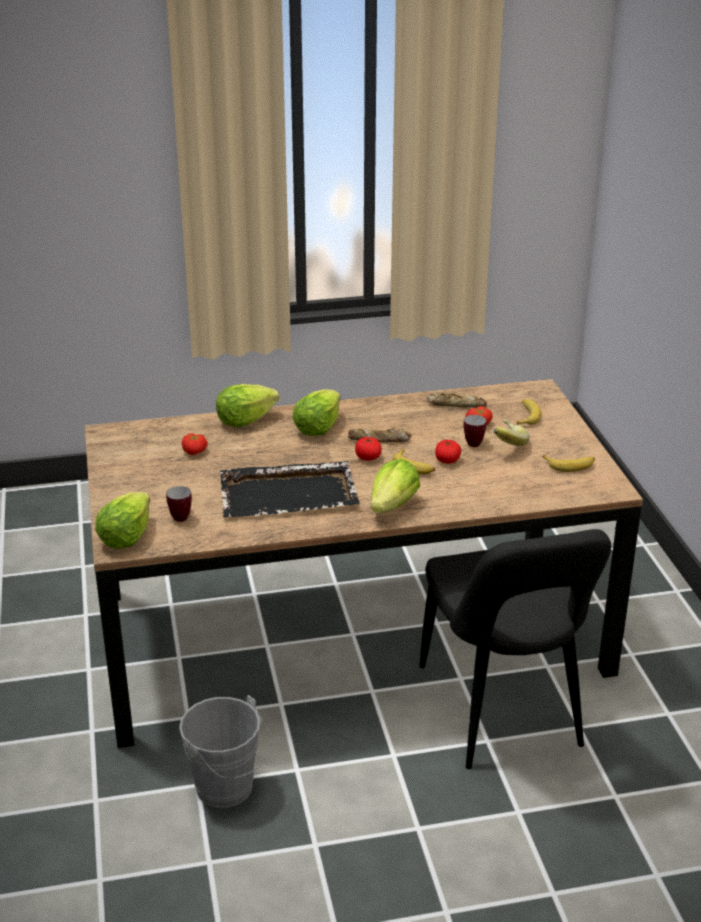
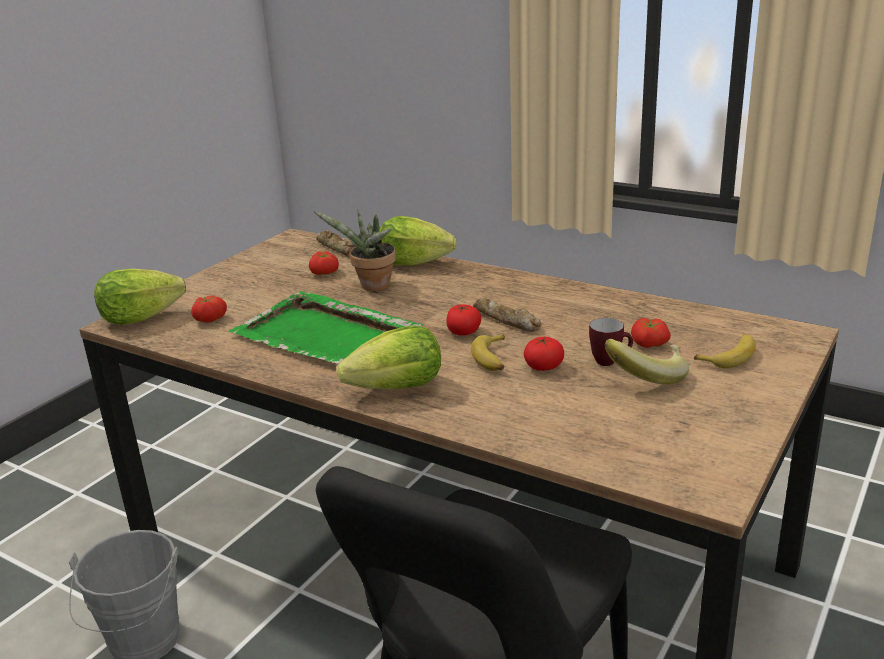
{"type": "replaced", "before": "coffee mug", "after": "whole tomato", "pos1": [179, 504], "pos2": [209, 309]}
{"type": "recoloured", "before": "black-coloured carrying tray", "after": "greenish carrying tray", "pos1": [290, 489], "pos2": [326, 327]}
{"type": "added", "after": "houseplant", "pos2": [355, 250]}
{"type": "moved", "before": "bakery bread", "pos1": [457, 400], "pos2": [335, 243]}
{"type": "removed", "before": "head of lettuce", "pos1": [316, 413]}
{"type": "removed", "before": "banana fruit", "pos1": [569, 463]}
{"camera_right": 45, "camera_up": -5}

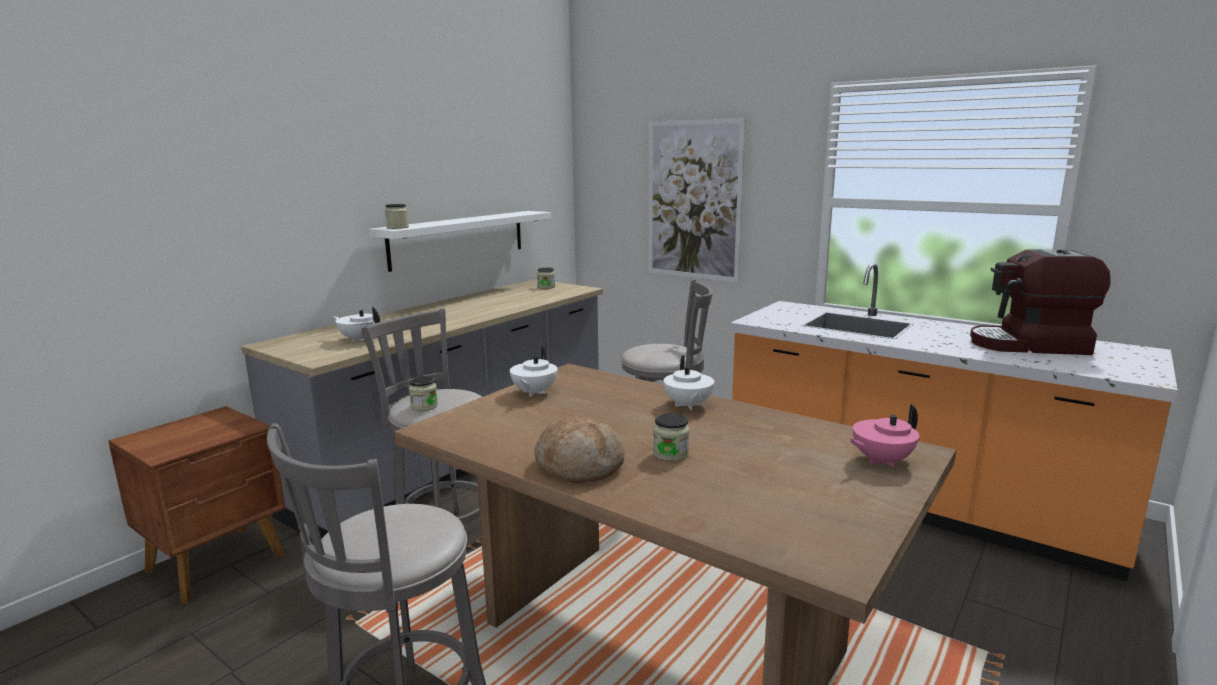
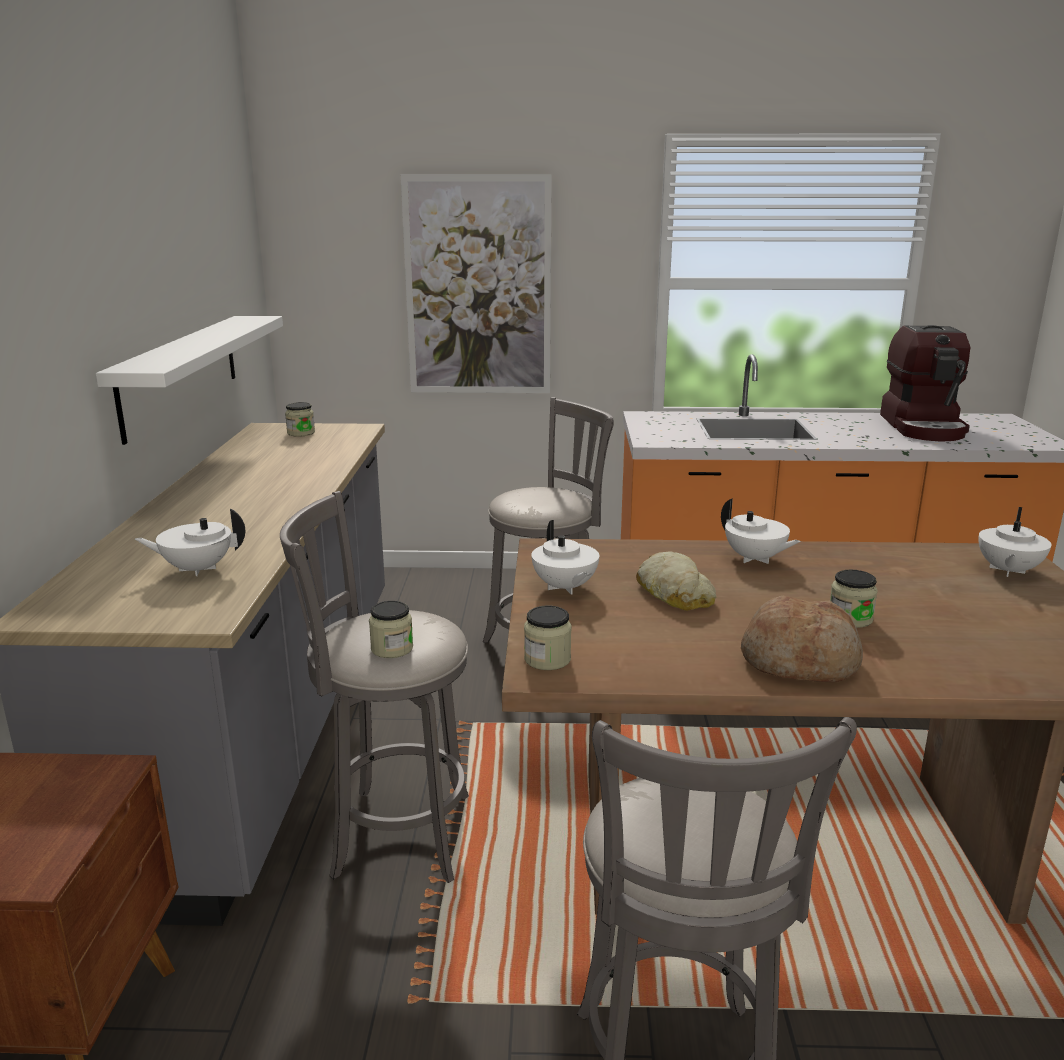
{"type": "moved", "before": "jar", "pos1": [397, 216], "pos2": [548, 638]}
{"type": "added", "after": "bakery bread", "pos2": [676, 581]}
{"type": "turned", "before": "coffee maker", "pos1": [1040, 302], "pos2": [925, 383], "turn": -60}
{"type": "recoloured", "before": "pink-coloured tea pot", "after": "white tea pot", "pos1": [884, 435], "pos2": [1014, 542]}
{"camera_right": -35, "camera_up": 5}

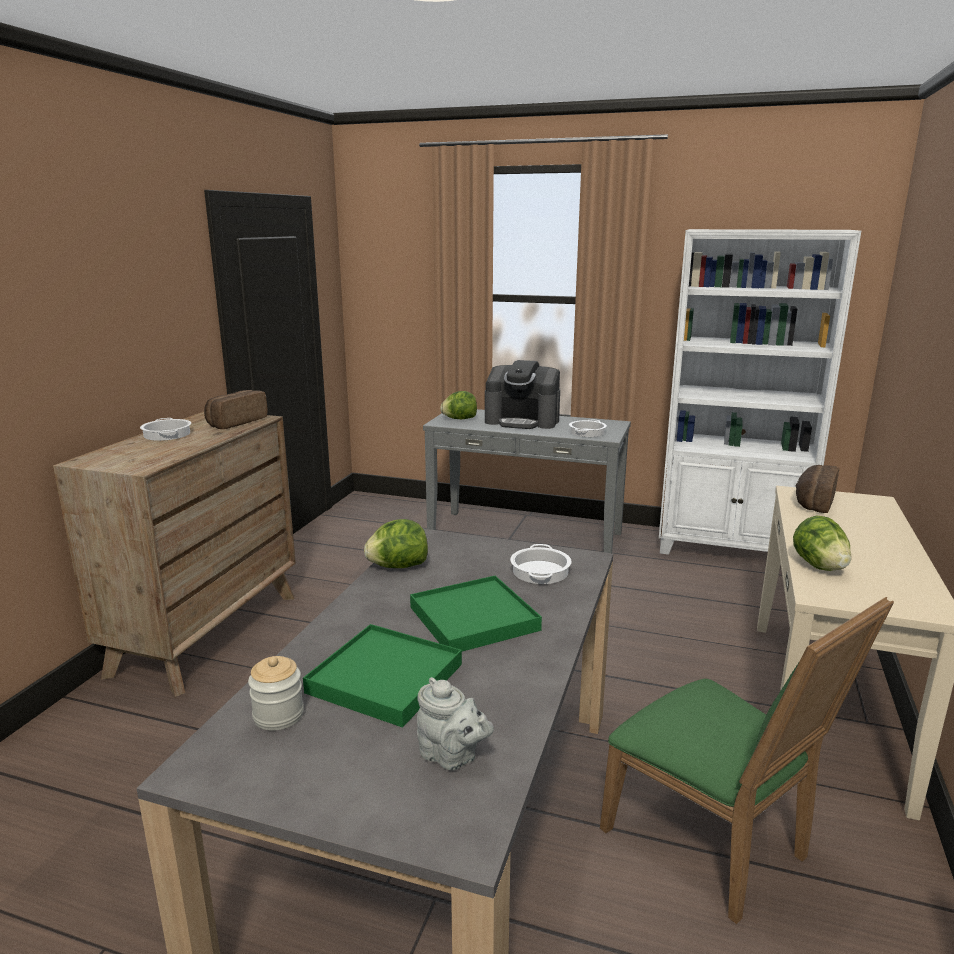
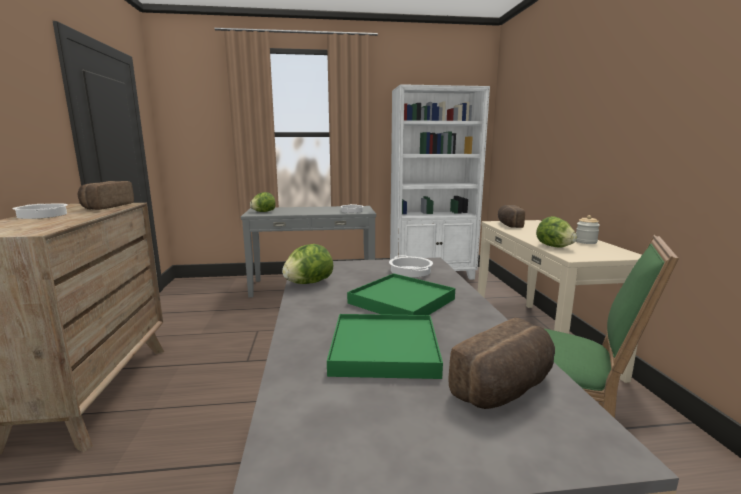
{"type": "replaced", "before": "grey tea pot", "after": "bakery bread", "pos1": [455, 724], "pos2": [502, 363]}
{"type": "moved", "before": "jar", "pos1": [276, 693], "pos2": [588, 229]}
{"type": "removed", "before": "coffee maker", "pos1": [522, 394]}
{"camera_right": -25, "camera_up": -5}

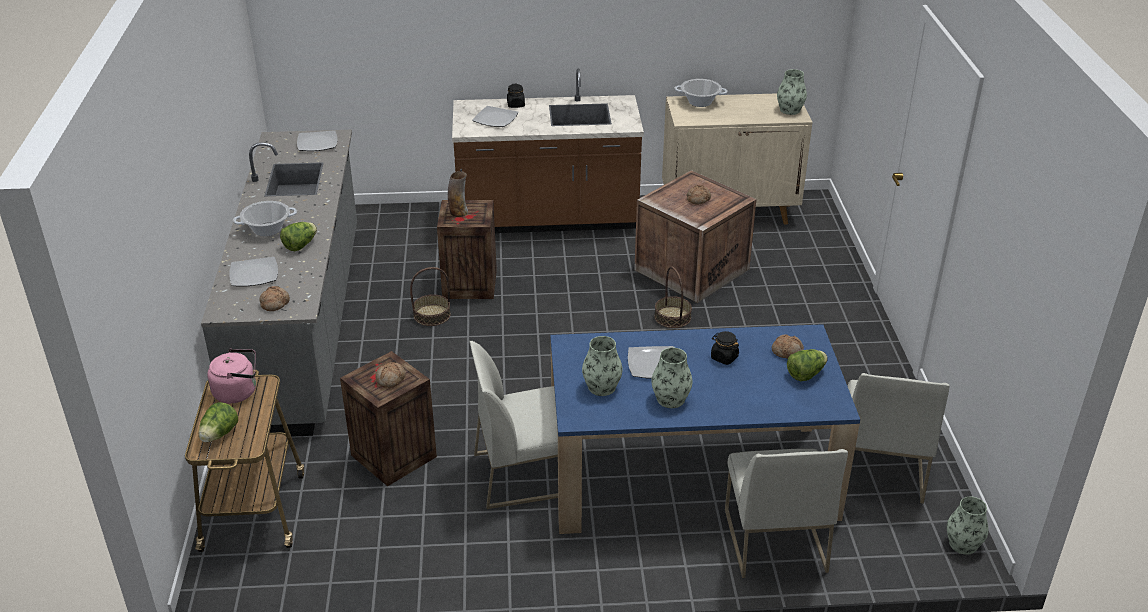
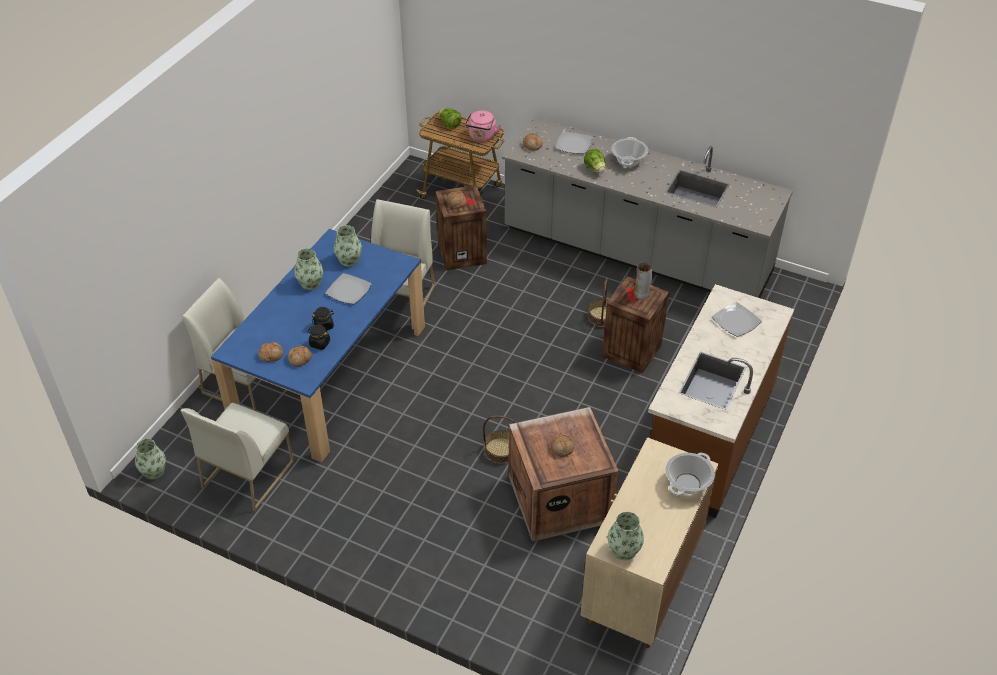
{"type": "turned", "before": "white upright chair", "pos1": [898, 438], "pos2": [237, 456], "turn": -105}
{"type": "replaced", "before": "head of lettuce", "after": "bakery bread", "pos1": [807, 365], "pos2": [270, 352]}
{"type": "moved", "before": "black-coloured jar", "pos1": [516, 96], "pos2": [318, 337]}
{"type": "removed", "before": "plate", "pos1": [317, 140]}
{"camera_right": 120, "camera_up": 10}

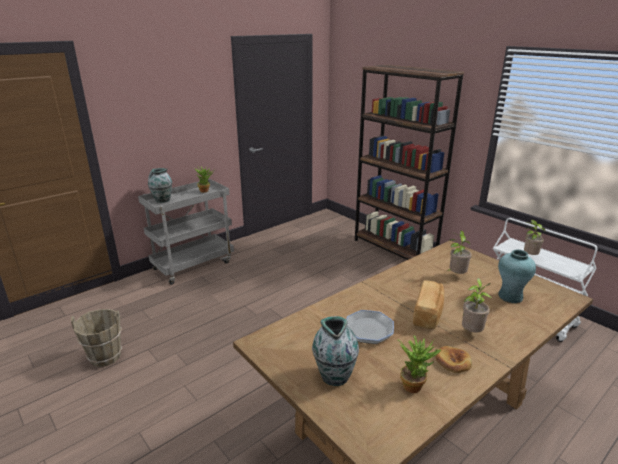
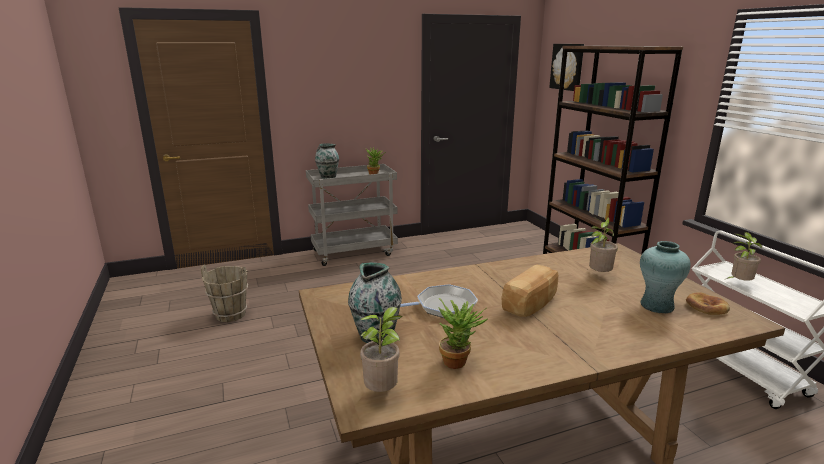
{"type": "moved", "before": "houseplant", "pos1": [477, 305], "pos2": [381, 349]}
{"type": "added", "after": "picture", "pos2": [566, 67]}
{"type": "moved", "before": "bakery bread", "pos1": [453, 359], "pos2": [708, 303]}
{"camera_right": 20, "camera_up": -5}

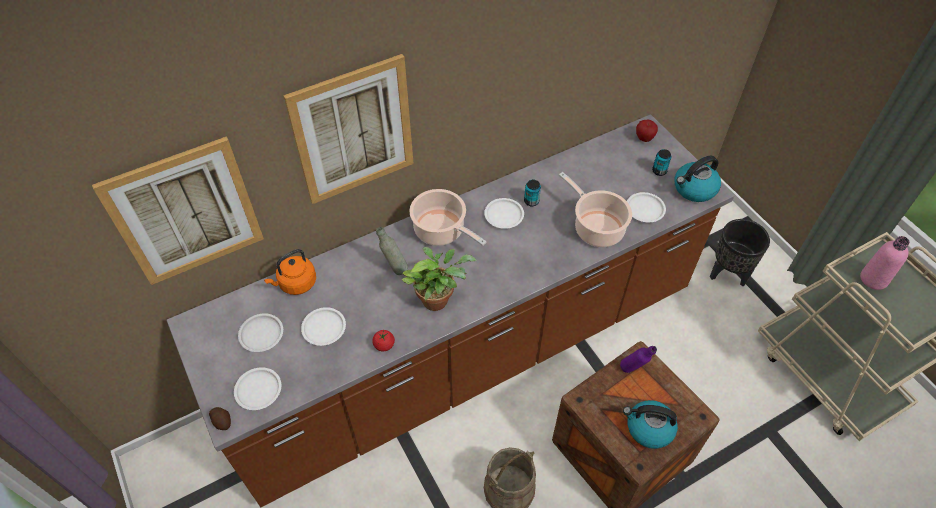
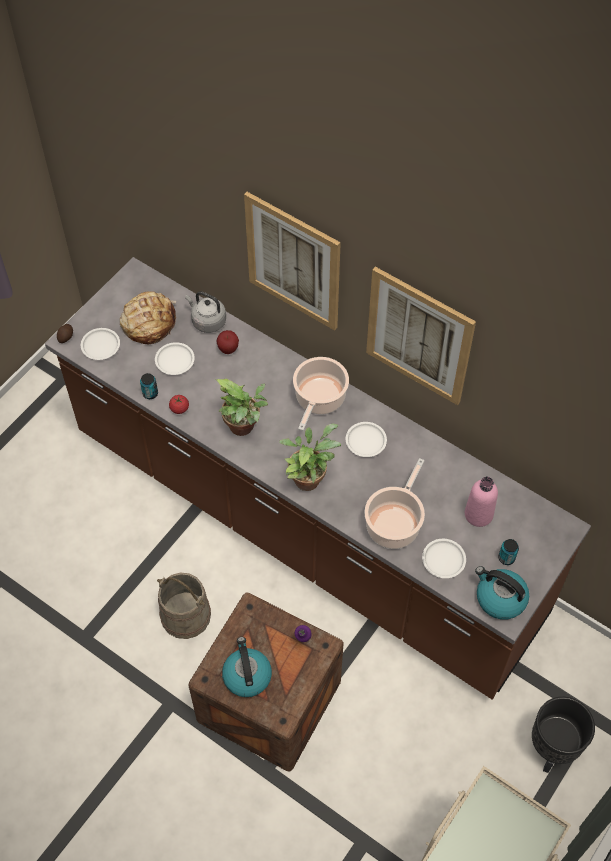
{"type": "replaced", "before": "white plate", "after": "bakery bread", "pos1": [260, 332], "pos2": [148, 317]}
{"type": "moved", "before": "can", "pos1": [532, 193], "pos2": [149, 386]}
{"type": "recoloured", "before": "orange kettle", "after": "grey kettle", "pos1": [290, 272], "pos2": [205, 312]}
{"type": "moved", "before": "apple", "pos1": [647, 131], "pos2": [228, 342]}
{"type": "added", "after": "houseplant", "pos2": [310, 457]}
{"type": "moved", "before": "picture", "pos1": [178, 210], "pos2": [421, 336]}
{"type": "moved", "before": "pink-coloured beverage bottle", "pos1": [885, 263], "pos2": [481, 502]}
{"type": "removed", "before": "grey beverage bottle", "pos1": [392, 251]}
{"camera_right": 65, "camera_up": 5}

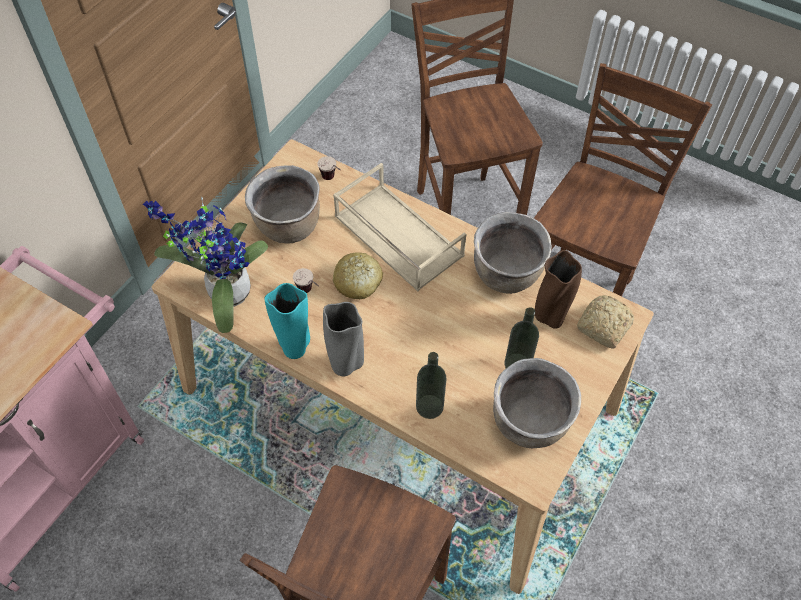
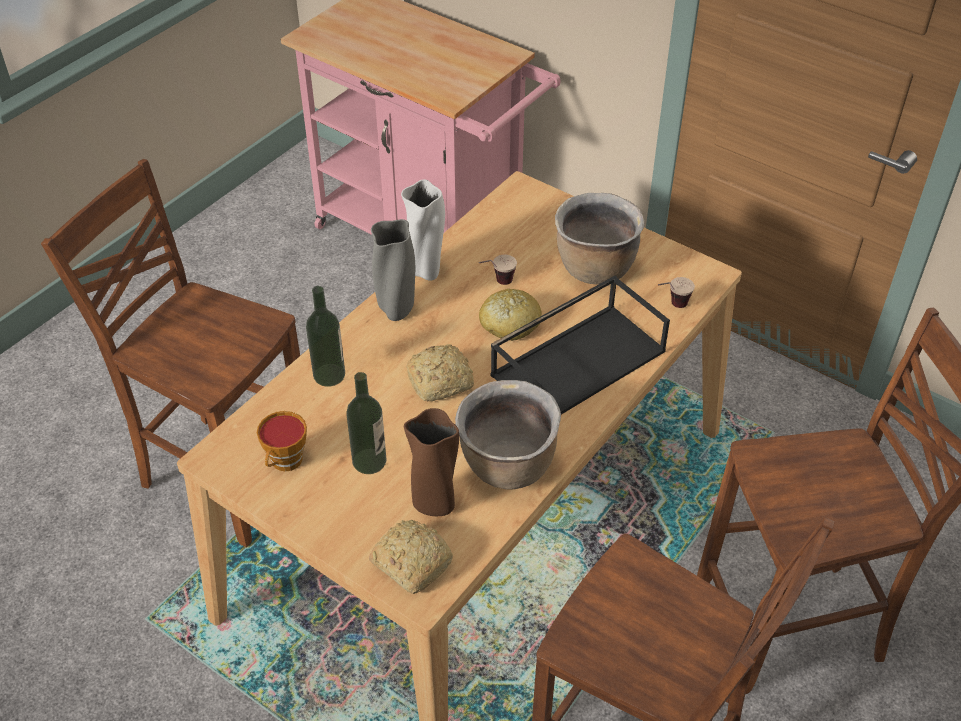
{"type": "replaced", "before": "brownish cooking pot", "after": "small cup", "pos1": [537, 403], "pos2": [282, 441]}
{"type": "recoloured", "before": "turquoise flower vase", "after": "white flower vase", "pos1": [287, 321], "pos2": [423, 230]}
{"type": "added", "after": "bakery bread", "pos2": [440, 372]}
{"type": "recoloured", "before": "sand-coloured carrying tray", "after": "black-coloured carrying tray", "pos1": [399, 227], "pos2": [580, 345]}
{"type": "removed", "before": "houseplant", "pos1": [205, 265]}
{"camera_right": 95, "camera_up": -10}

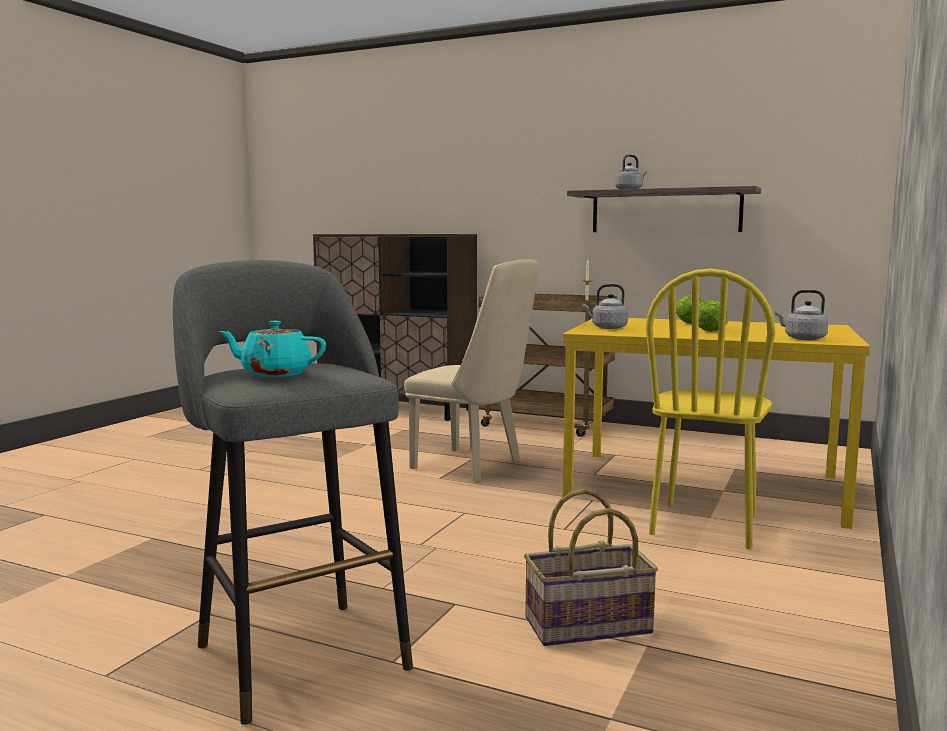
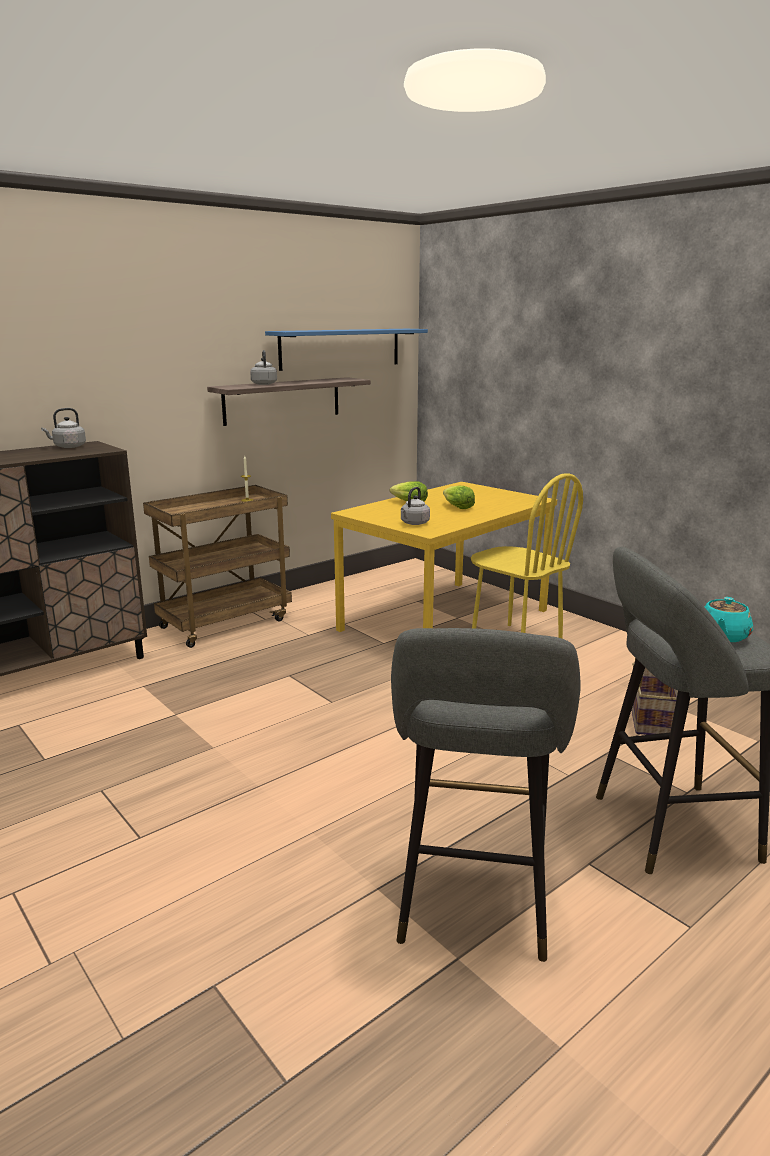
{"type": "moved", "before": "grey kettle", "pos1": [801, 315], "pos2": [63, 428]}
{"type": "added", "after": "blue-coloured wall shelf", "pos2": [346, 350]}
{"type": "added", "after": "grey stool", "pos2": [486, 795]}
{"type": "removed", "before": "sand-coloured upright chair", "pos1": [472, 370]}
{"camera_right": -65, "camera_up": 10}

